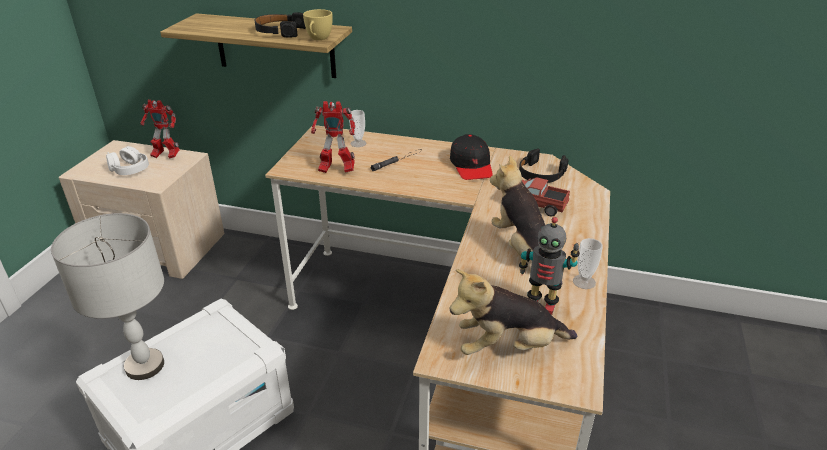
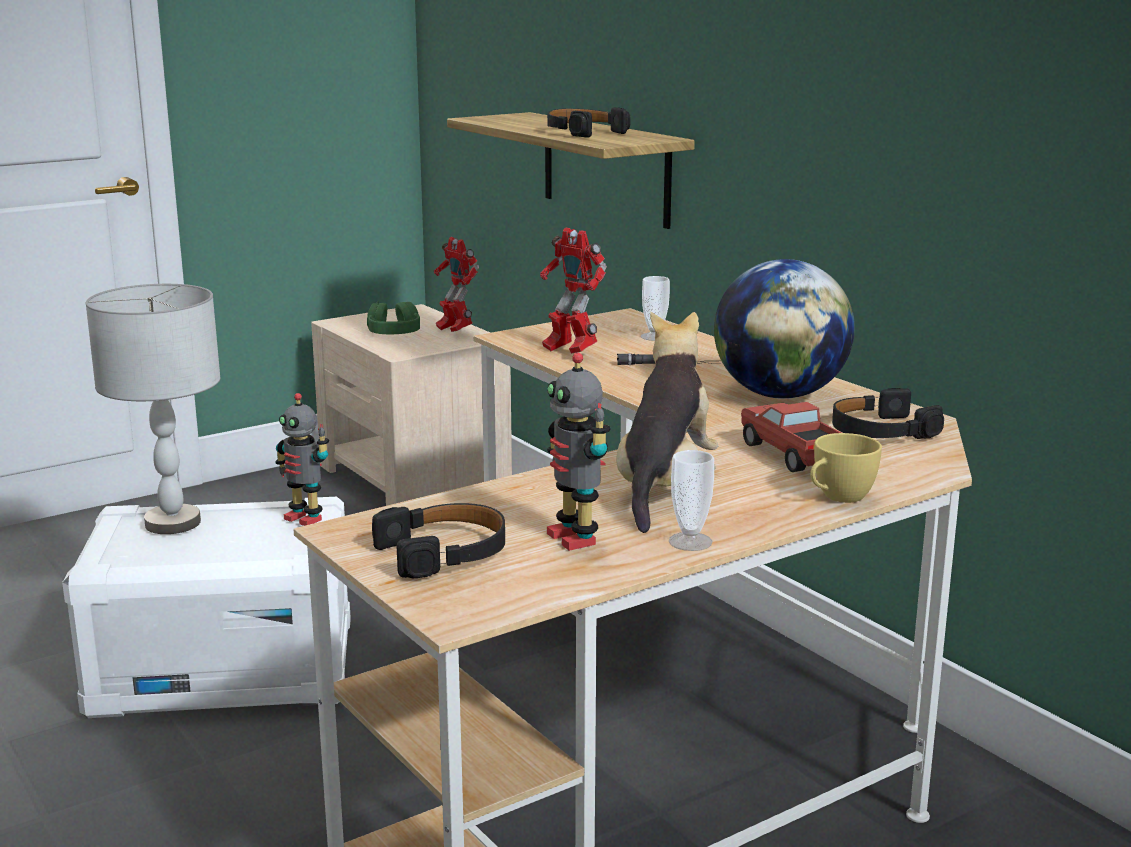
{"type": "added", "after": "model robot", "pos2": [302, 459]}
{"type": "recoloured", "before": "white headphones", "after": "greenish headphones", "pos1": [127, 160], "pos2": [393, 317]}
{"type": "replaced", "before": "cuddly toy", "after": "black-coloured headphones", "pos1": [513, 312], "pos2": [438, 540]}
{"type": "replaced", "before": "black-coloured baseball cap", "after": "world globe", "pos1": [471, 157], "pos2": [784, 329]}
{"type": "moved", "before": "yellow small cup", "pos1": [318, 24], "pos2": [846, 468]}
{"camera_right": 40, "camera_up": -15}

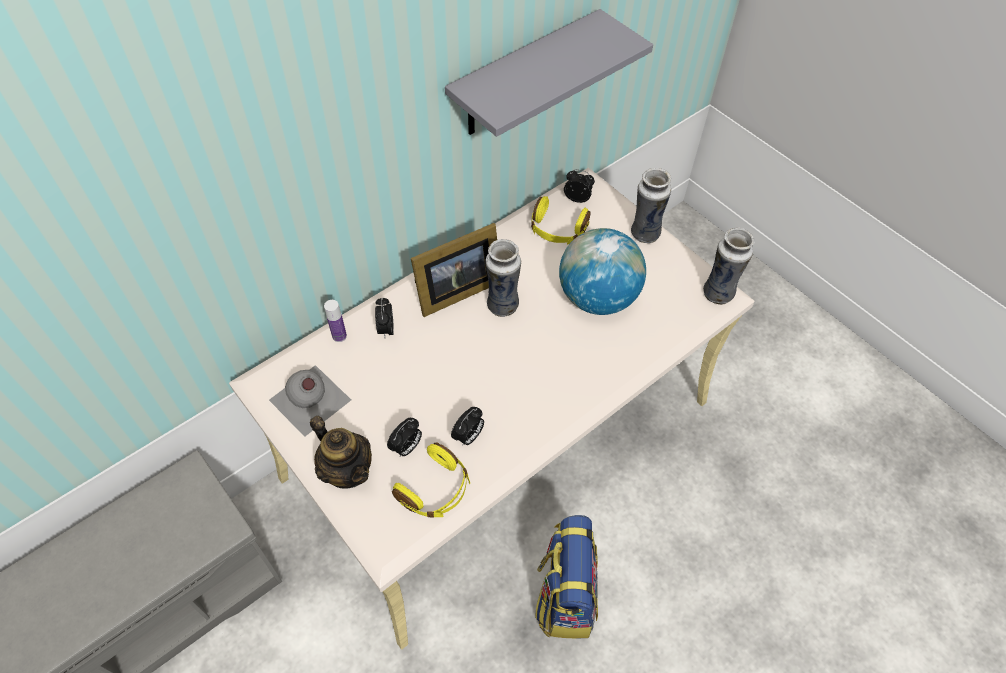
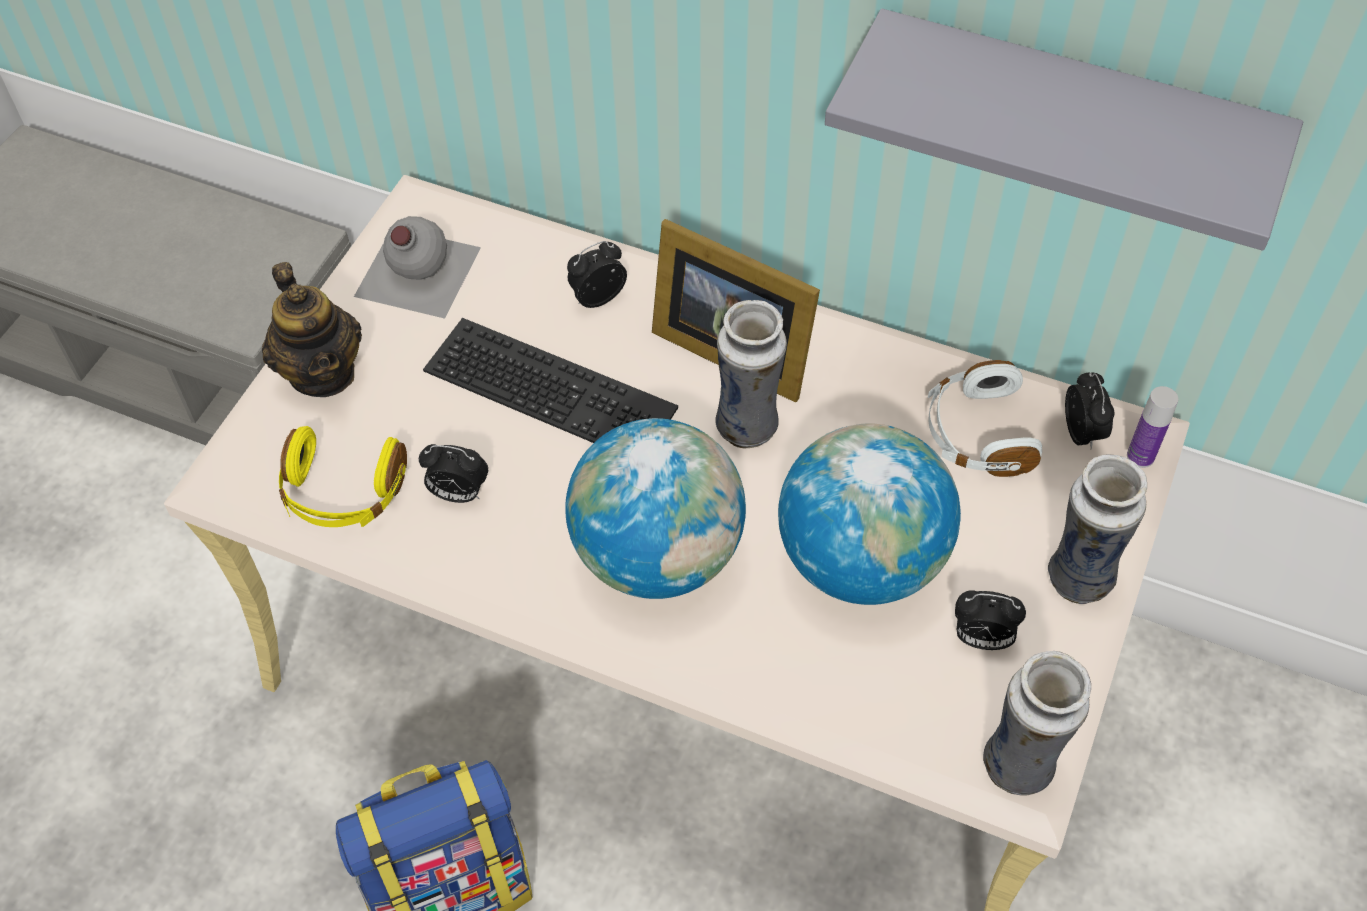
{"type": "turned", "before": "tea pot", "pos1": [341, 452], "pos2": [312, 329], "turn": -45}
{"type": "added", "after": "PC keyboard", "pos2": [550, 380]}
{"type": "added", "after": "world globe", "pos2": [656, 508]}
{"type": "recoloured", "before": "yellow headphones", "after": "white headphones", "pos1": [561, 220], "pos2": [985, 418]}
{"type": "moved", "before": "alarm clock", "pos1": [404, 437], "pos2": [990, 620]}
{"type": "moved", "before": "beverage bottle", "pos1": [335, 321], "pos2": [1152, 427]}
{"camera_right": 65, "camera_up": 0}

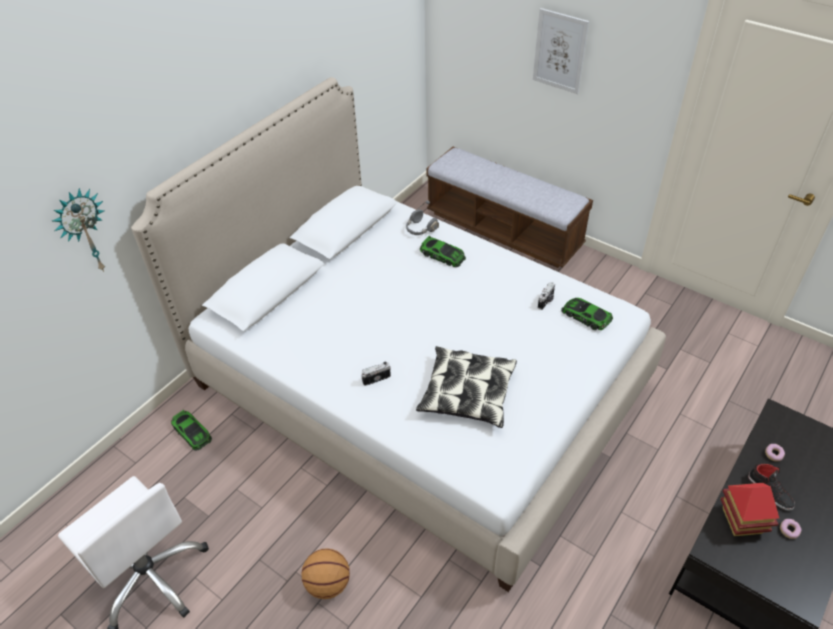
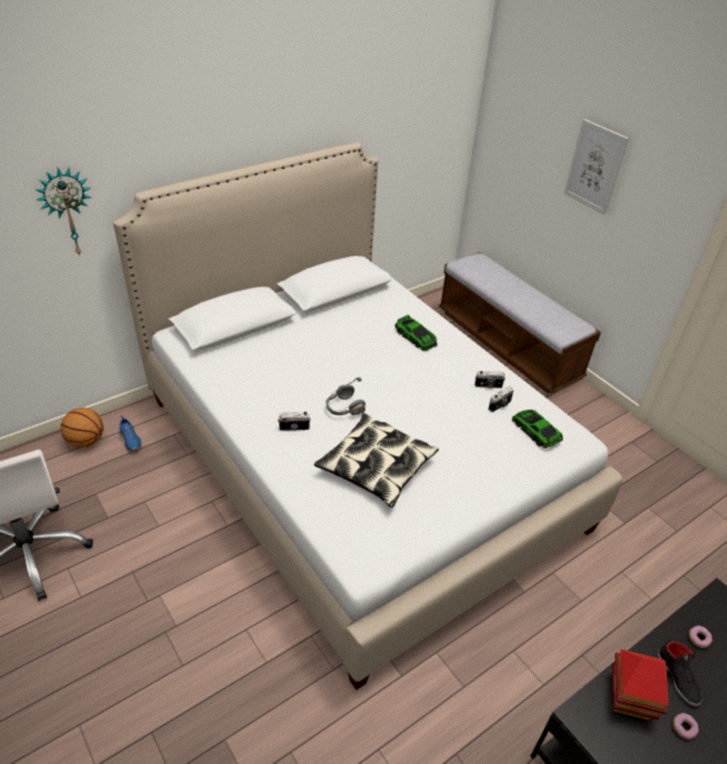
{"type": "moved", "before": "basketball ball", "pos1": [325, 573], "pos2": [82, 427]}
{"type": "replaced", "before": "miniature car", "after": "blue-coloured low shoe", "pos1": [191, 430], "pos2": [130, 433]}
{"type": "moved", "before": "grey headphones", "pos1": [422, 218], "pos2": [346, 396]}
{"type": "added", "after": "photo camera", "pos2": [490, 379]}
{"camera_right": 15, "camera_up": -5}

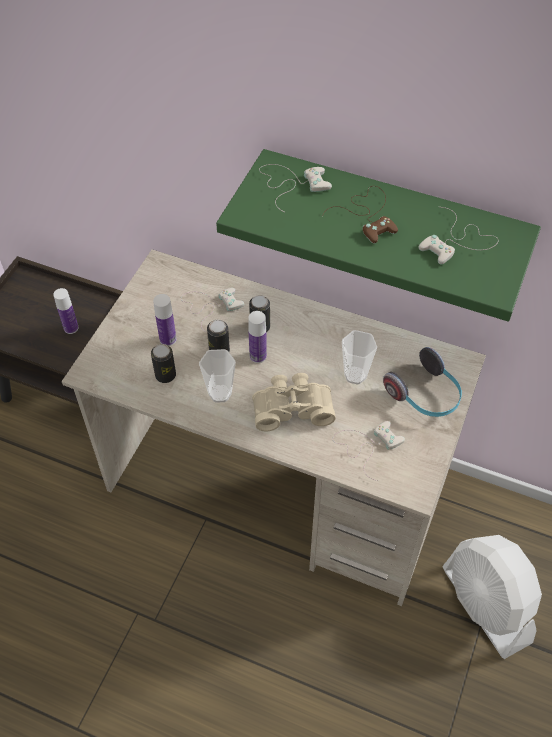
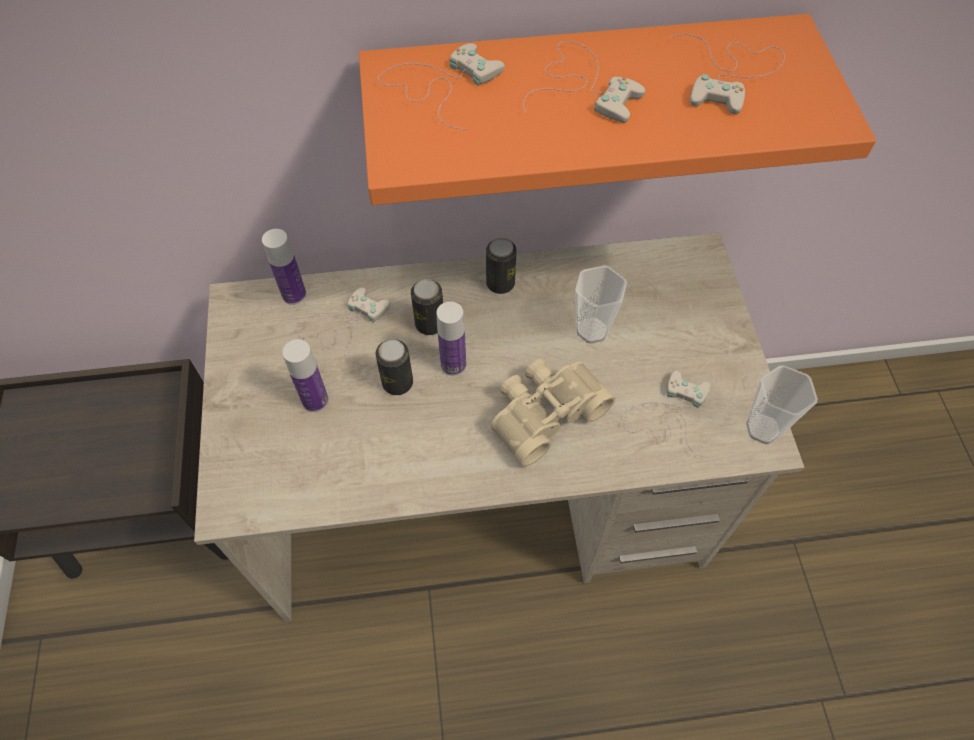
{"type": "moved", "before": "beverage bottle", "pos1": [66, 311], "pos2": [284, 267]}
{"type": "recoloured", "before": "greenish wall shelf", "after": "orange wall shelf", "pos1": [378, 235], "pos2": [617, 109]}
{"type": "moved", "before": "can", "pos1": [163, 363], "pos2": [501, 266]}
{"type": "recoloured", "before": "brownish joypad", "after": "white joypad", "pos1": [360, 214], "pos2": [584, 82]}
{"type": "moved", "before": "small cup", "pos1": [217, 376], "pos2": [782, 404]}
{"type": "removed", "before": "headphones", "pos1": [422, 382]}
{"type": "removed", "before": "white fan", "pos1": [492, 597]}
{"camera_right": -30, "camera_up": 5}

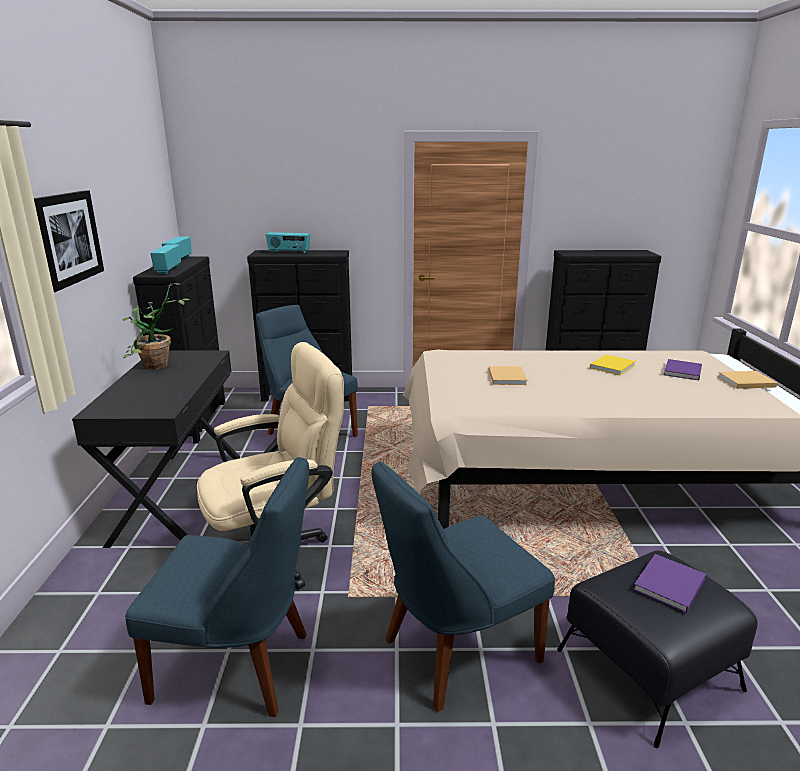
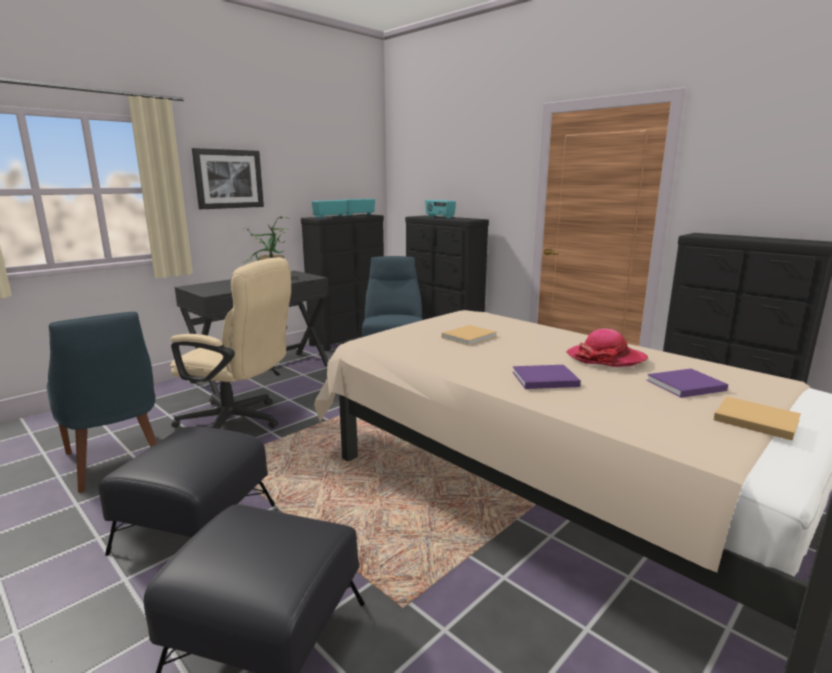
{"type": "replaced", "before": "blue-coloured upright chair", "after": "black-coloured footrest", "pos1": [463, 586], "pos2": [186, 491]}
{"type": "moved", "before": "purple bound book", "pos1": [669, 583], "pos2": [546, 377]}
{"type": "replaced", "before": "yellow bound book", "after": "wearable hat", "pos1": [613, 364], "pos2": [607, 347]}
{"camera_right": 45, "camera_up": -5}

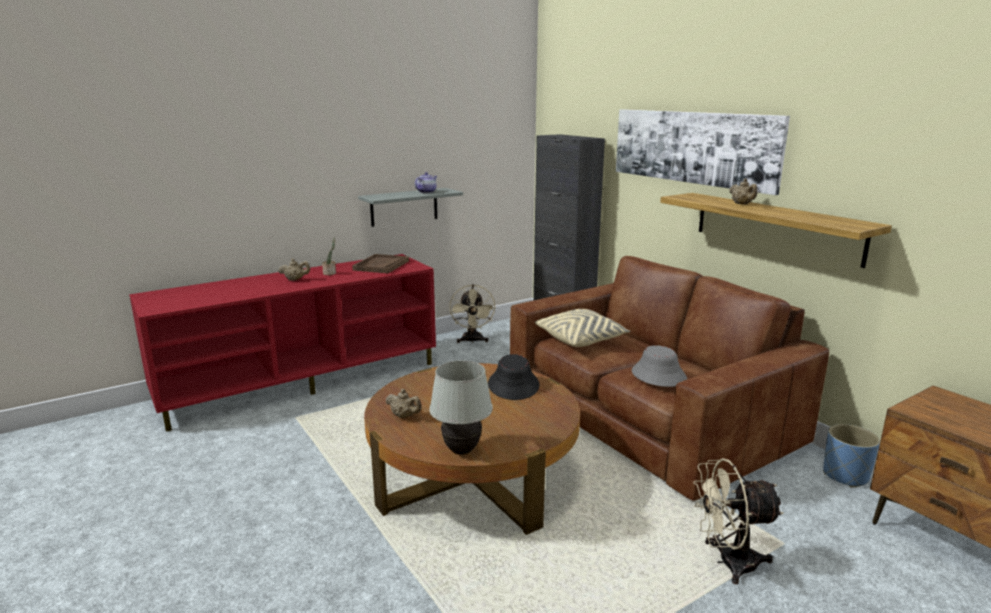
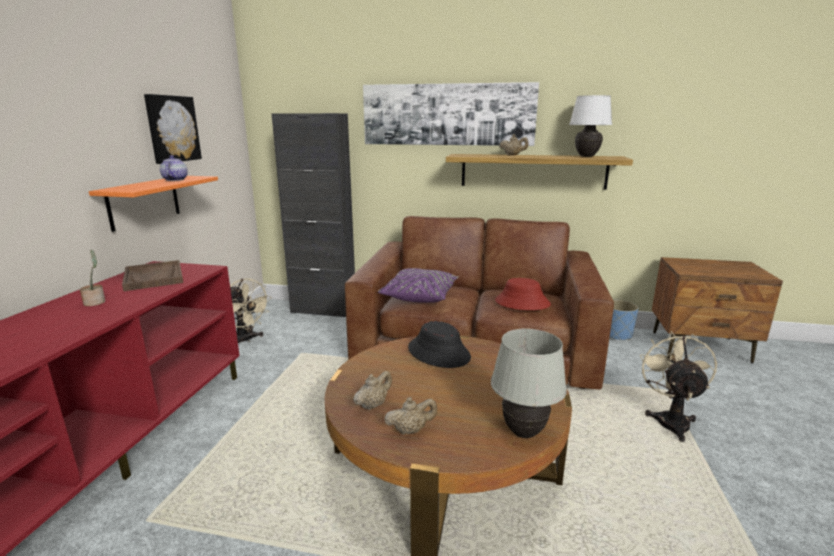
{"type": "recoloured", "before": "grey wall shelf", "after": "orange wall shelf", "pos1": [410, 207], "pos2": [153, 204]}
{"type": "added", "after": "picture", "pos2": [173, 129]}
{"type": "moved", "before": "sand-coloured tea pot", "pos1": [294, 269], "pos2": [372, 390]}
{"type": "recoloured", "before": "sand-coloured pillow", "after": "purple pillow", "pos1": [582, 328], "pos2": [418, 285]}
{"type": "recoloured", "before": "grey wearable hat", "after": "reddish wearable hat", "pos1": [659, 366], "pos2": [523, 294]}
{"type": "added", "after": "white lamp for a table", "pos2": [590, 126]}
{"type": "turned", "before": "sand-coloured fan", "pos1": [738, 521], "pos2": [678, 386], "turn": 150}
{"camera_right": -45, "camera_up": 0}

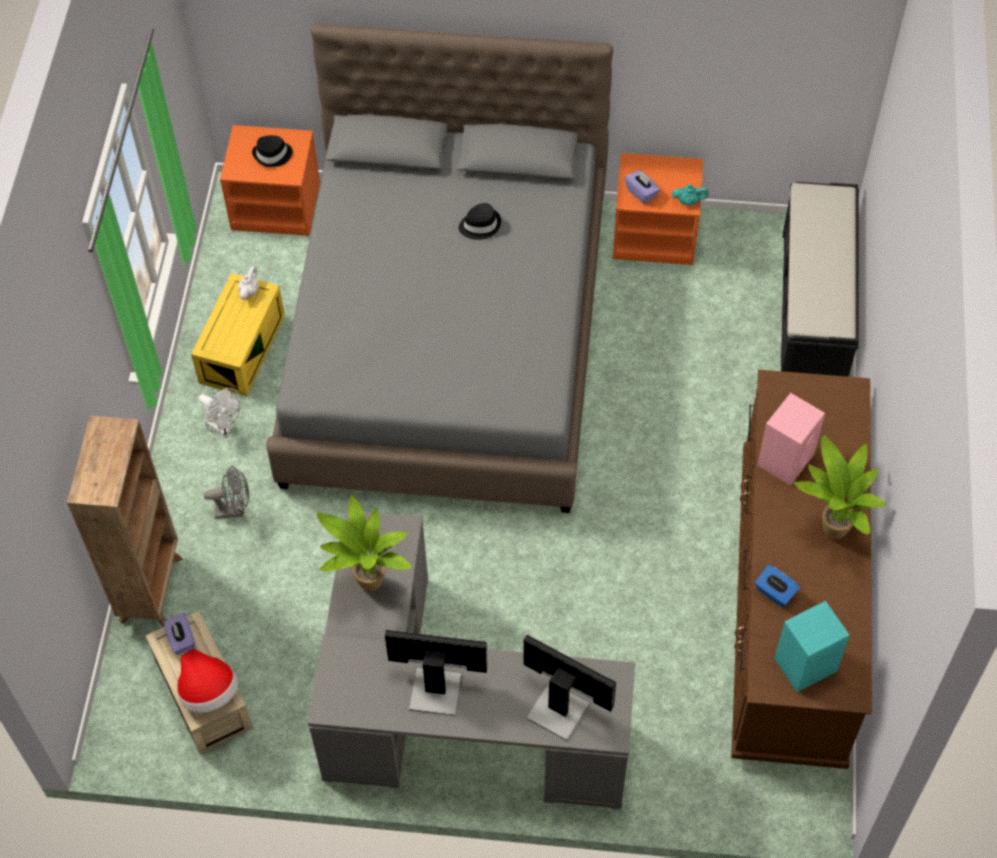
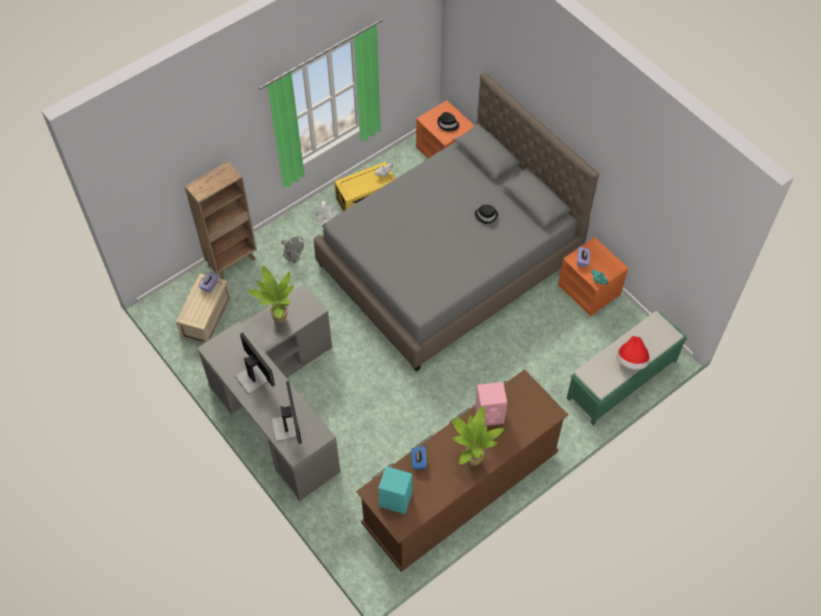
{"type": "recoloured", "before": "black-coloured indoor bench", "after": "greenish indoor bench", "pos1": [820, 279], "pos2": [627, 368]}
{"type": "moved", "before": "wearable hat", "pos1": [208, 681], "pos2": [633, 353]}
{"camera_right": 45, "camera_up": 0}

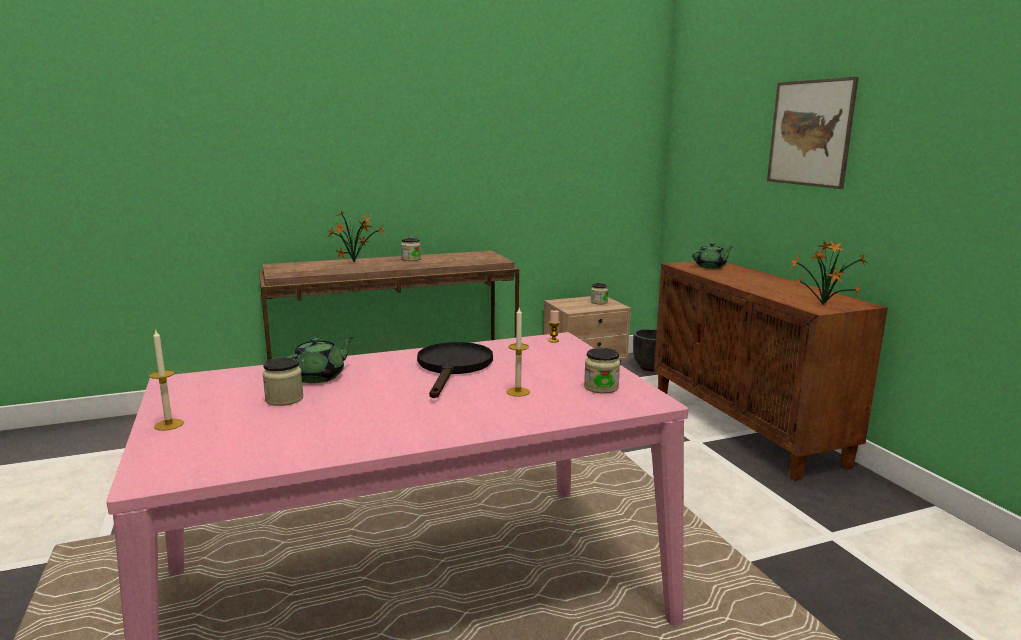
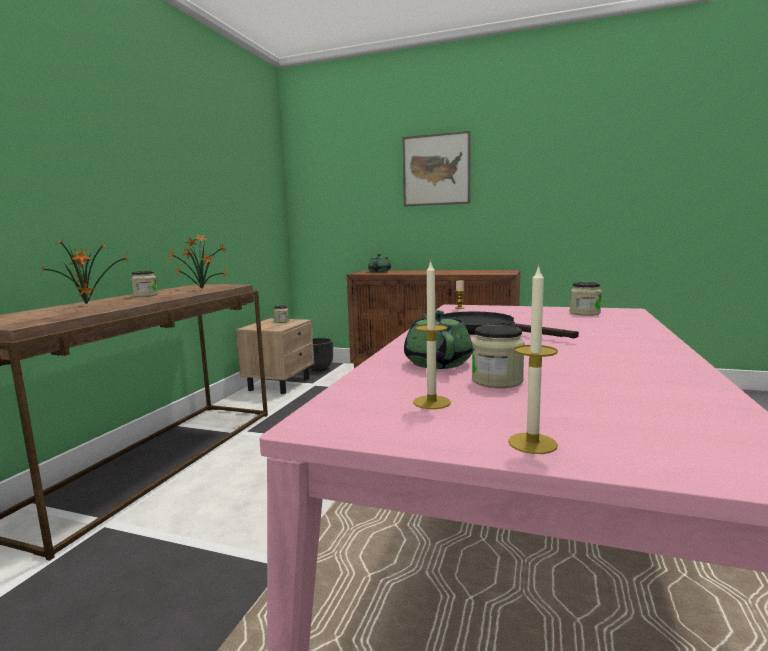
{"type": "moved", "before": "houseplant", "pos1": [828, 273], "pos2": [197, 261]}
{"type": "moved", "before": "wax light", "pos1": [518, 352], "pos2": [432, 335]}
{"camera_right": -50, "camera_up": -5}

